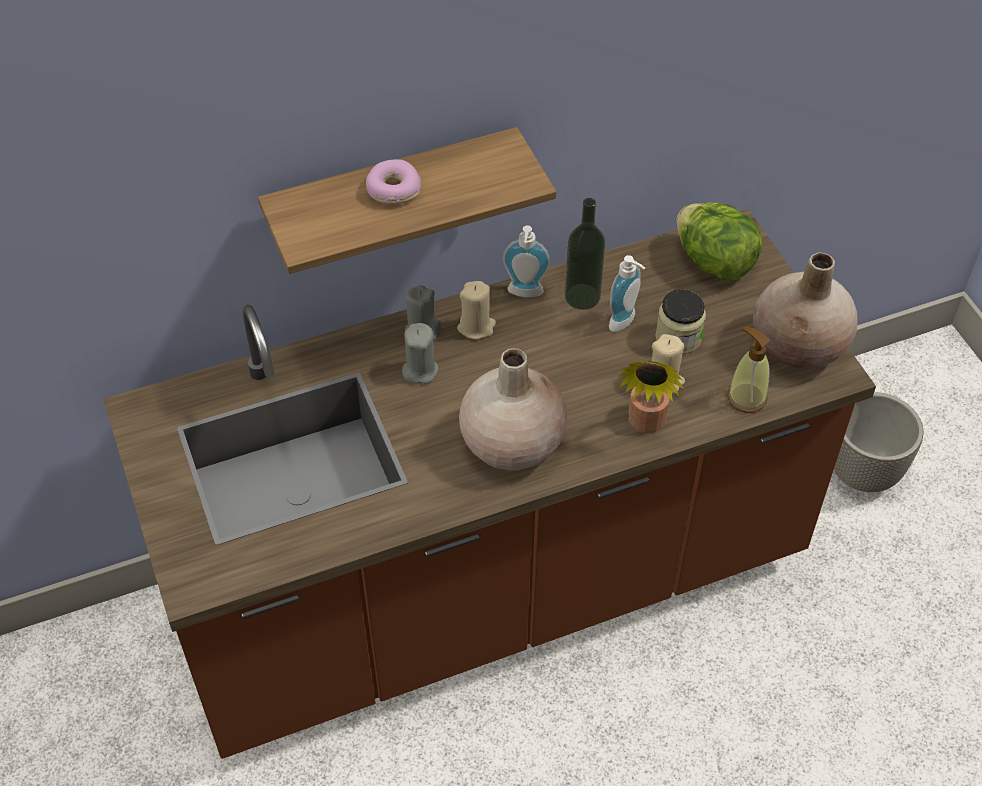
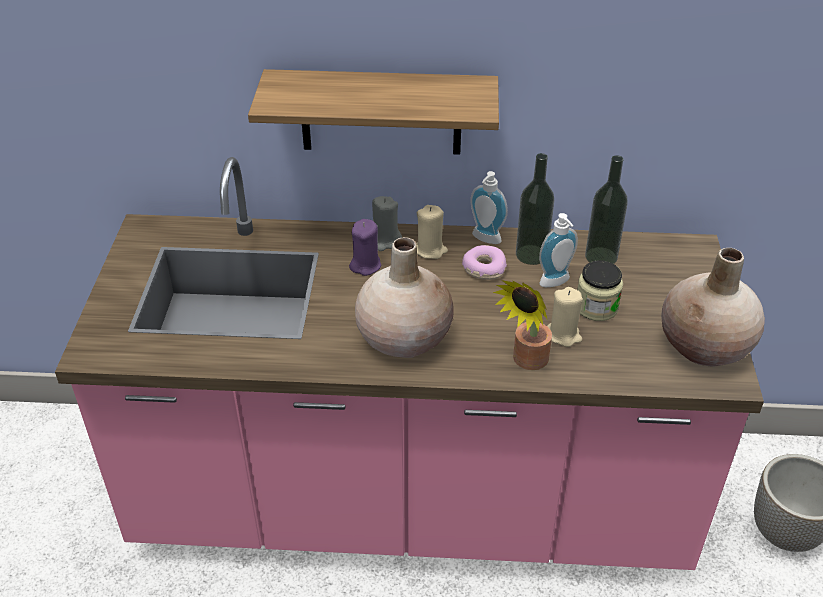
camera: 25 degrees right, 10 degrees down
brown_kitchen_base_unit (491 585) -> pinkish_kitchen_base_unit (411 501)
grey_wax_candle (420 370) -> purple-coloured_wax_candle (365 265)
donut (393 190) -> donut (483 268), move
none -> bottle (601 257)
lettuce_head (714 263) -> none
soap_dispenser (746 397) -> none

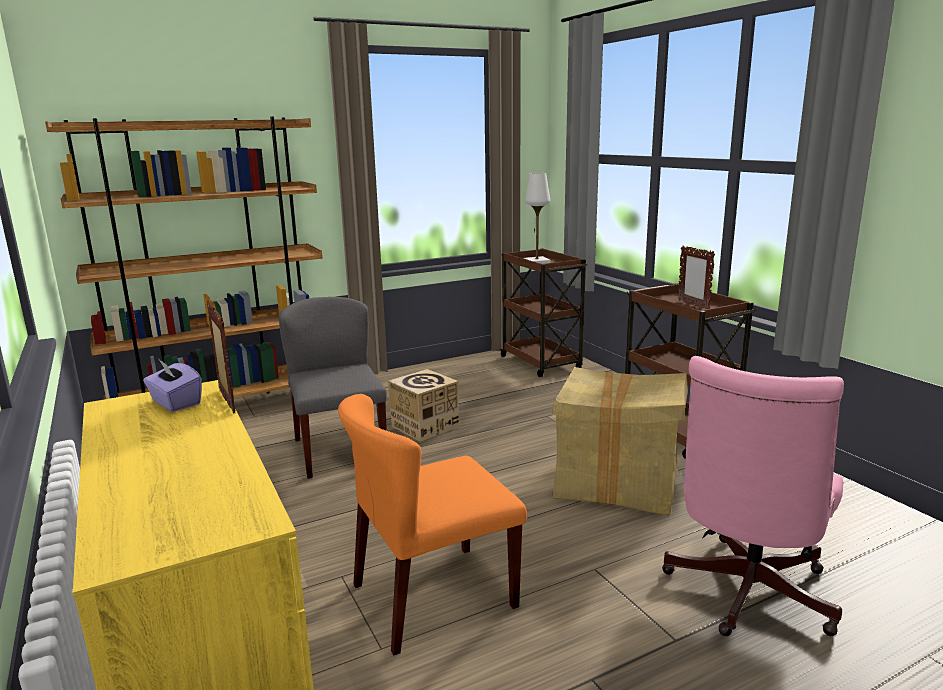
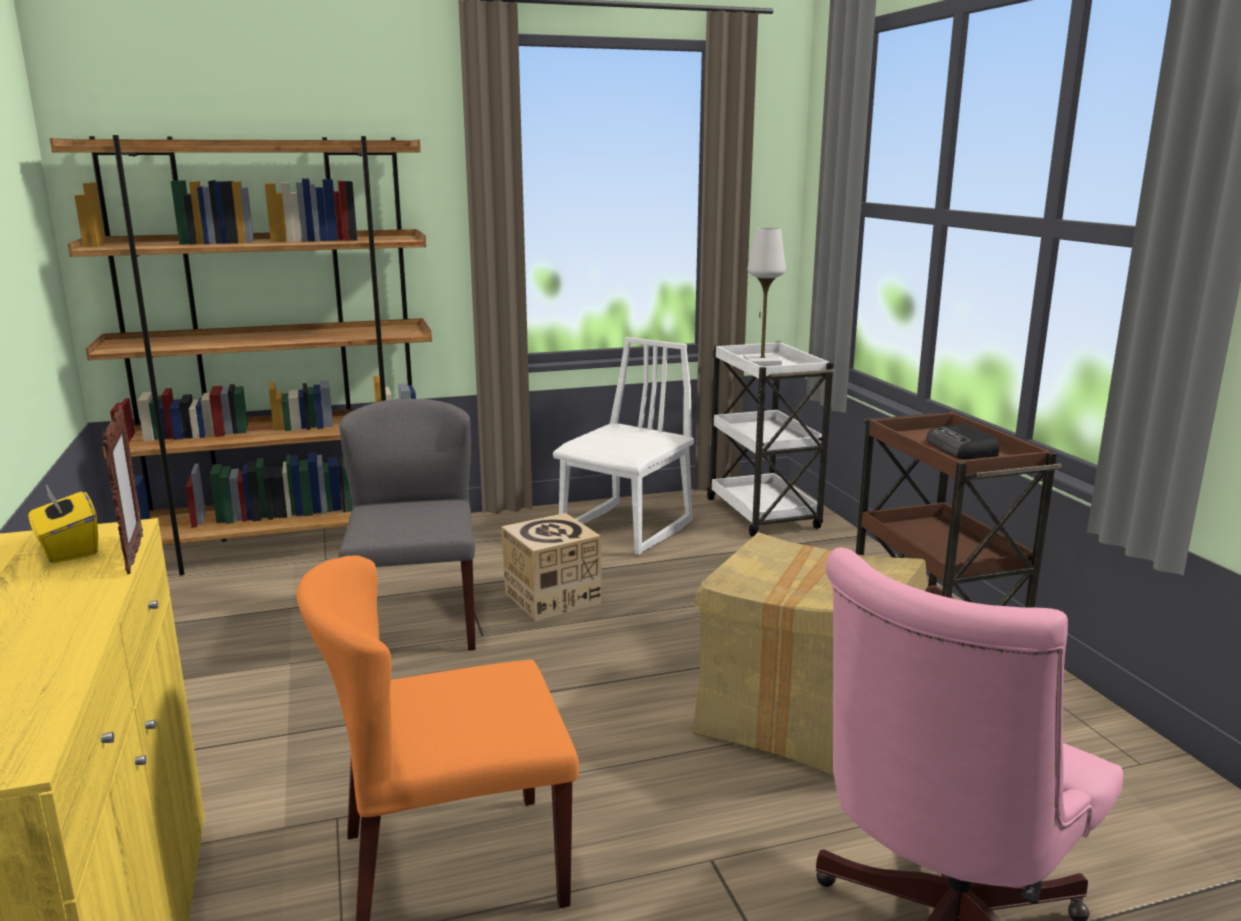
camera: 10 degrees right, 0 degrees up
purple-coloured_box_of_tissues (175 403) -> yellowish_box_of_tissues (68 549)
none -> white-coloured_chair (627 529)
brown_cart (541 363) -> white-coloured_cart (763 515)
standing_frame (693 305) -> radio_set (962 449)

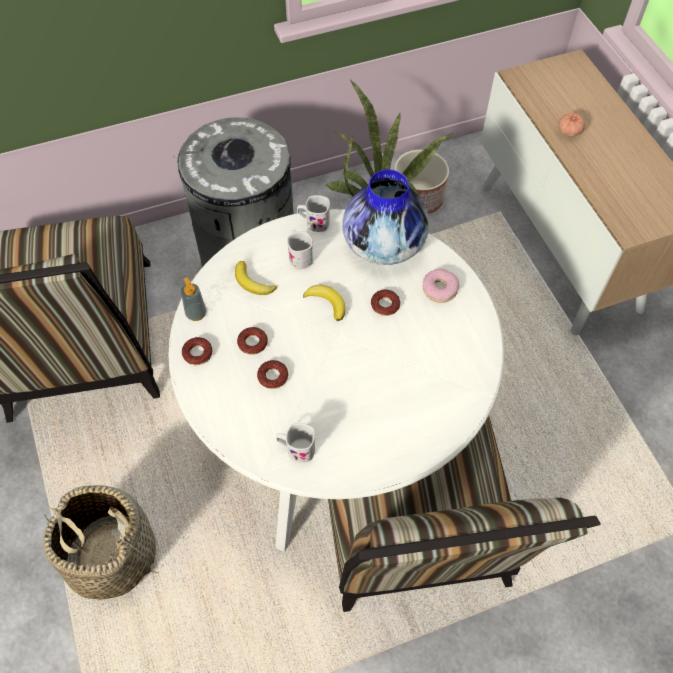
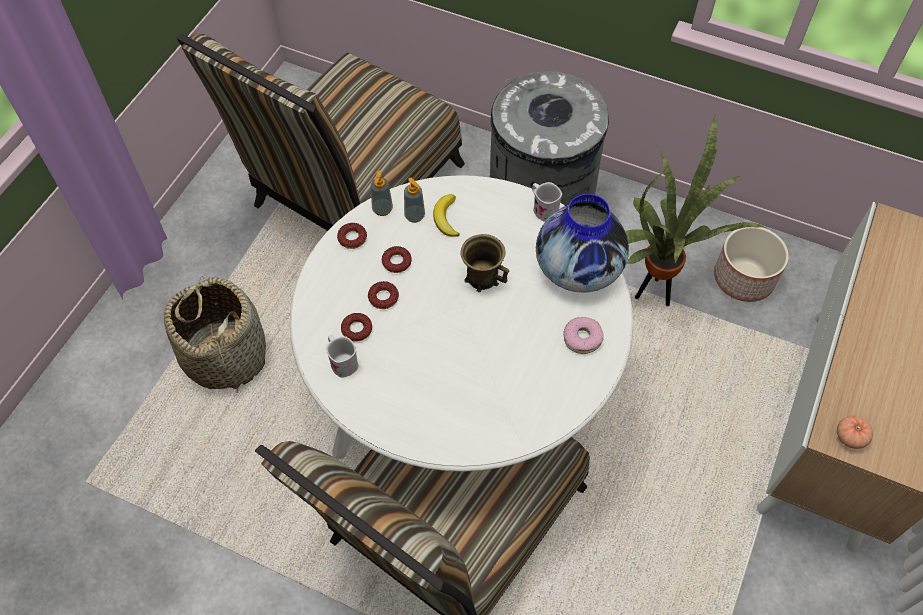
camera: 45 degrees right, 0 degrees up
donut (385 305) -> donut (357 329), move
none -> soap_dispenser (414 216)
banana (327 303) -> brown_mug (482 277)
tomato (569 131) -> tomato (850 437), move
white-coloured_mug (299 256) -> none

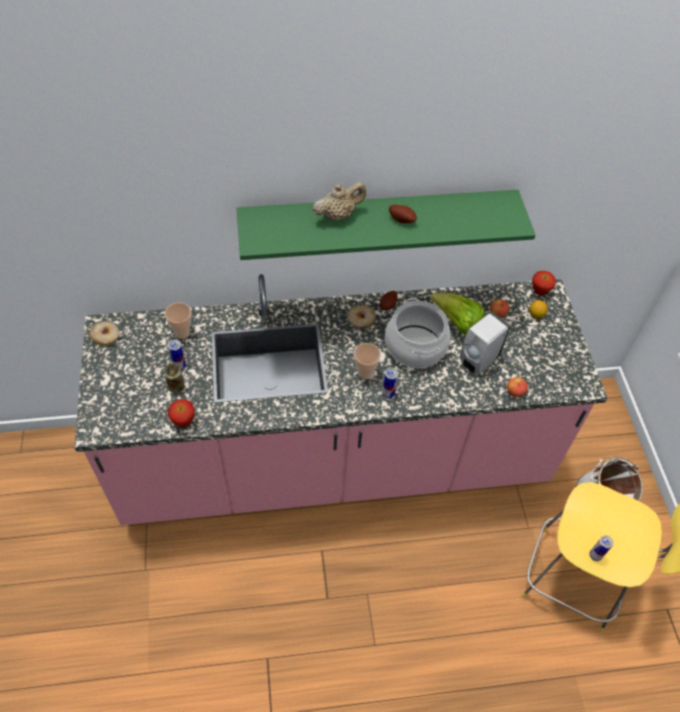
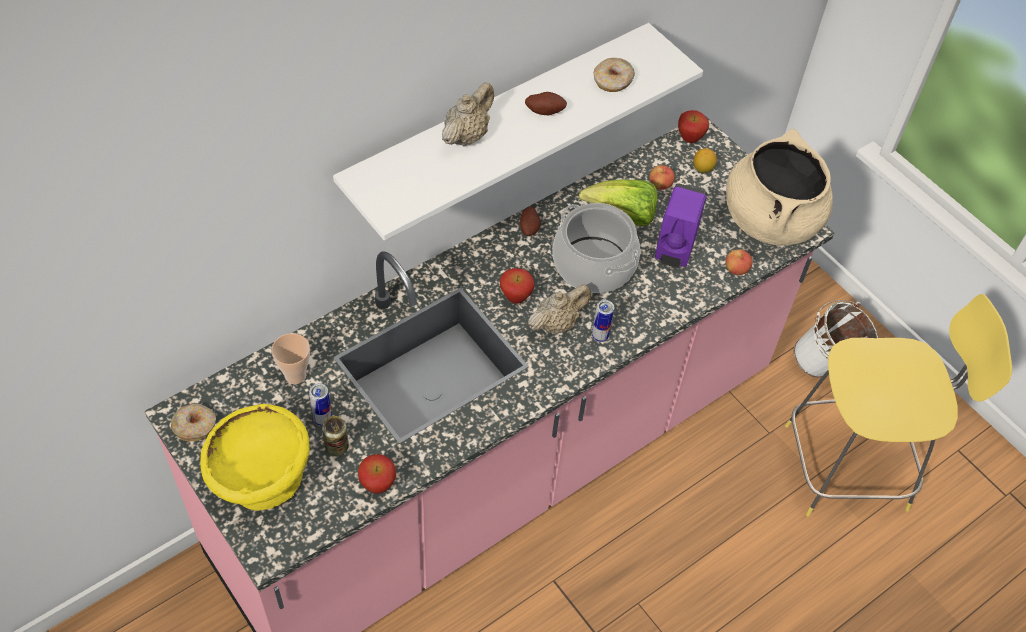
camera: 30 degrees left, 0 degrees up
none -> yellowish_serving_bowl (262 482)
green_shelf (377 220) -> white-coloured_shelf (498 124)
none -> apple_fruit (515 298)
drinking_cup (365 373) -> beige_tea_pot (557 323)
donut (361 320) -> donut (612 81), move
white-coloured_soap_dispenser (477 361) -> purple-coloured_soap_dispenser (674 251)
none -> beige_stockpot (770 219)
can (595 555) -> none

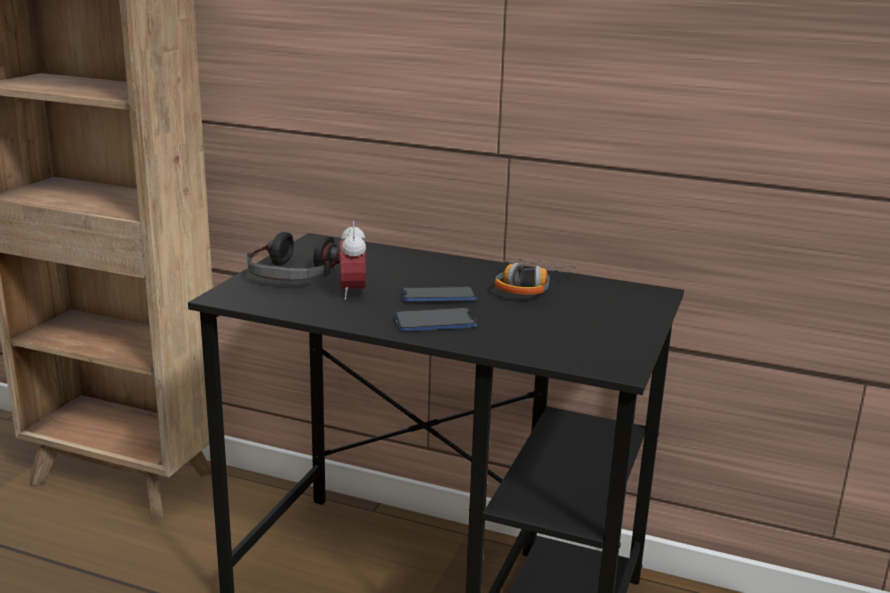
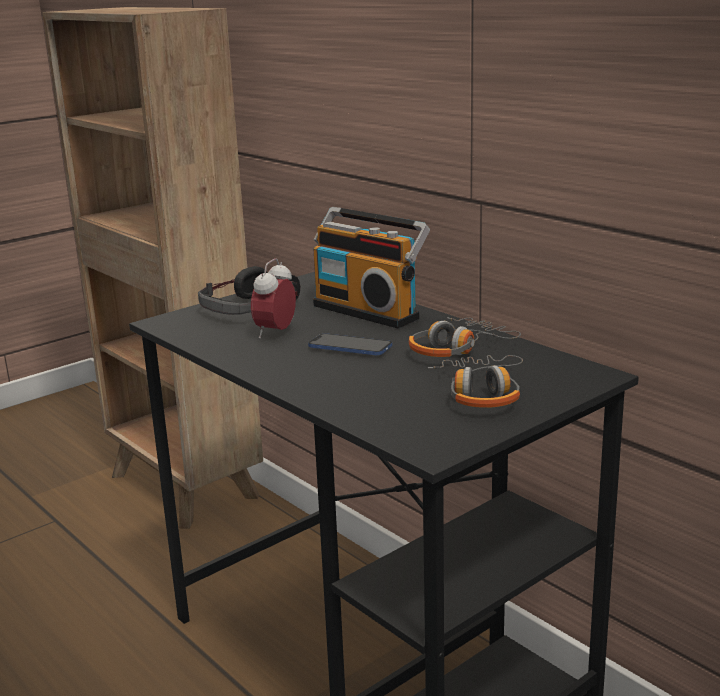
camera: 30 degrees right, 0 degrees up
none -> radio_set (369 311)
none -> headset (482 393)
handset (435 322) -> none

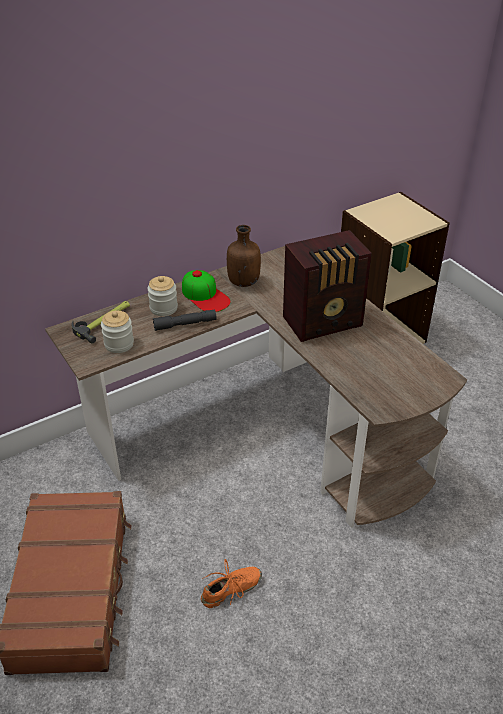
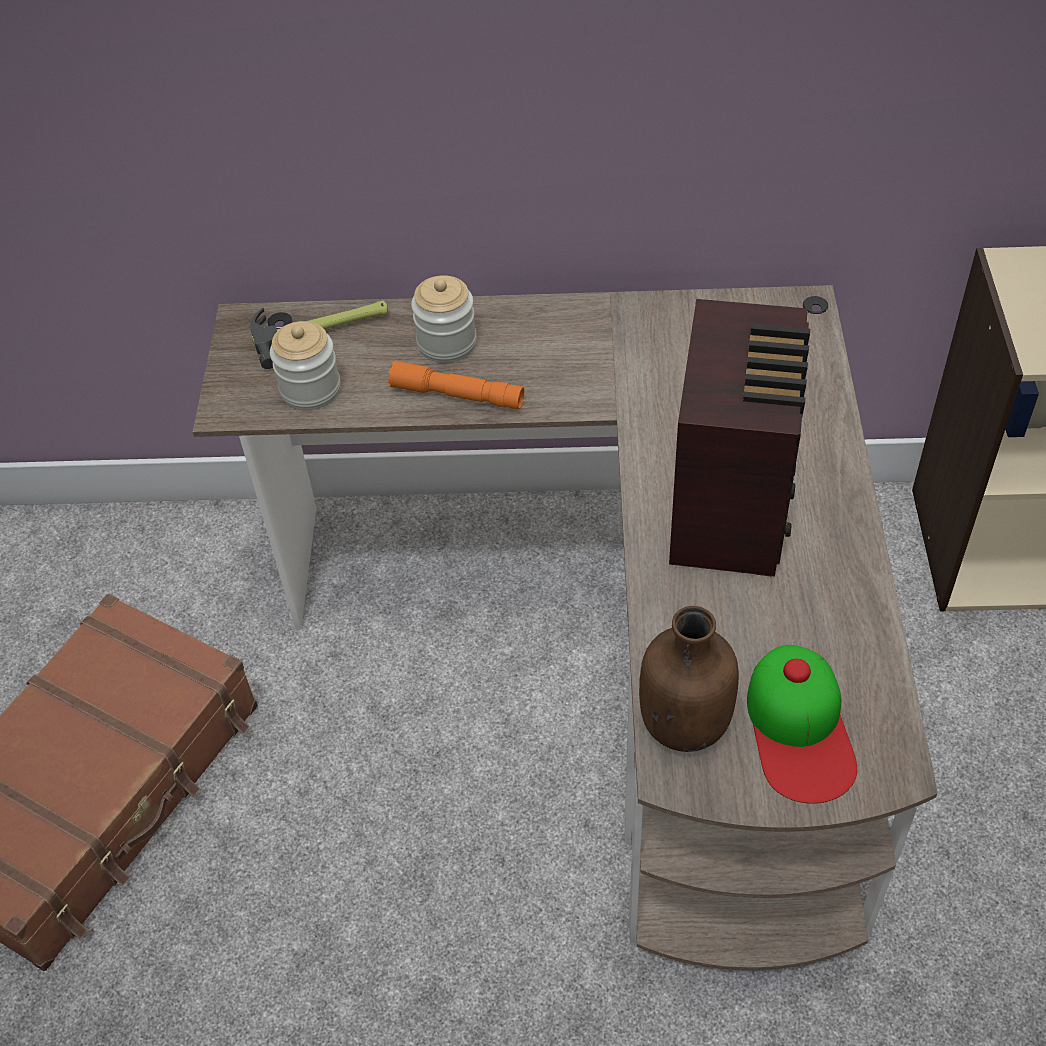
camera: 35 degrees right, 10 degrees up
grey_torch (185 324) -> orangey_torch (457 395)
brown_bottle (243 282) -> brown_bottle (684 722), move
radio_set (324 322) -> radio_set (732 507), 90 degrees counterclockwise
cap (205 295) -> cap (800 729), move
orangey_low_shoe (231 590) -> none

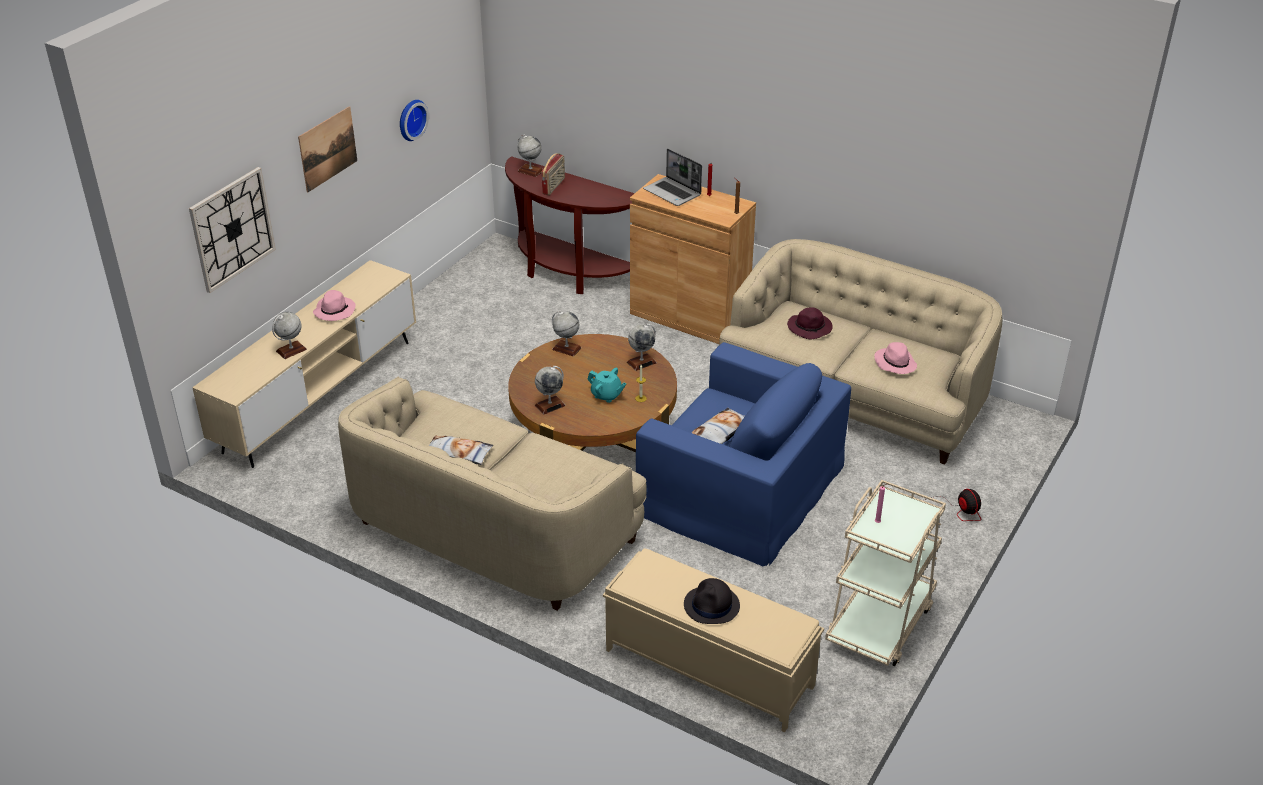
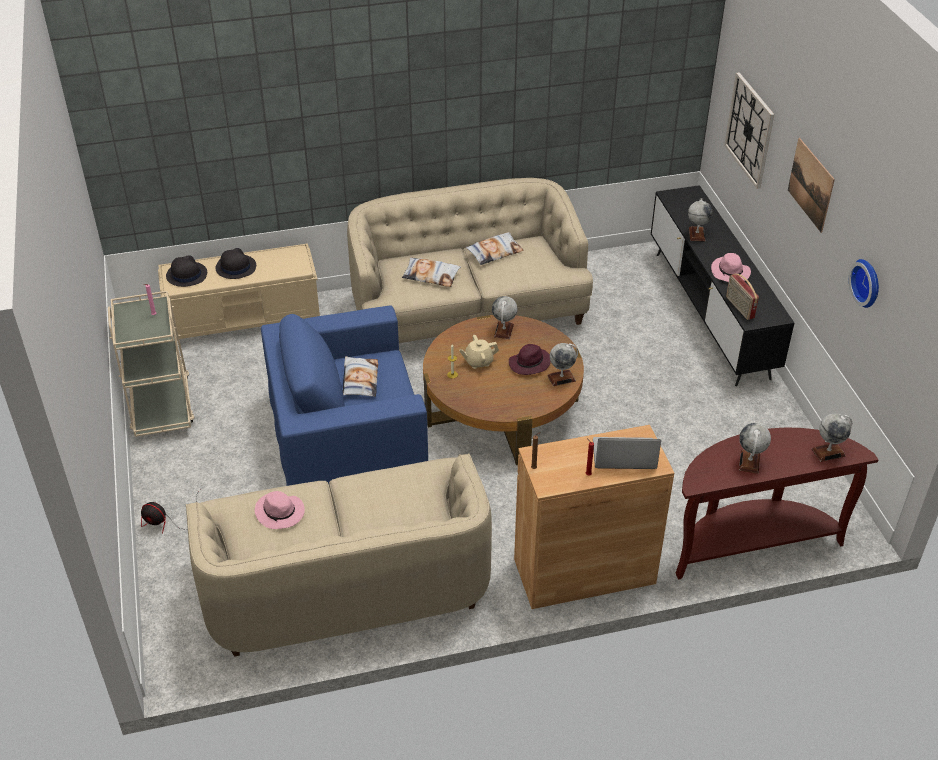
camera: 135 degrees right, 5 degrees up
none -> black-coloured_clothing_hat (186 275)
none -> throw_pillow (431 275)
blue-green_tea_pot (606 395) -> beige_tea_pot (478 361)
purple-coloured_clothing_hat (810 328) -> purple-coloured_clothing_hat (529 364), move
beige_tv_stand (319 396) -> black-coloured_tv_stand (709 313)
radio_set (554 186) -> radio_set (739 308), move
world_globe (641 362) -> world_globe (749 462), move

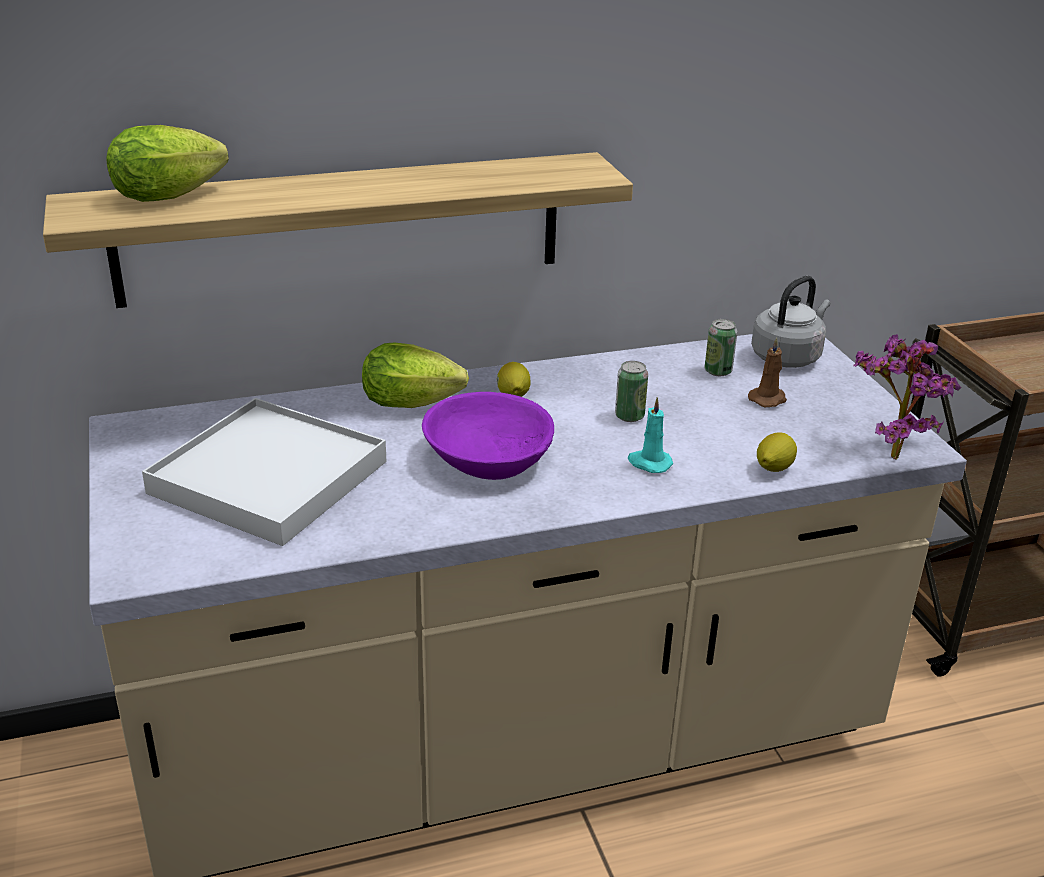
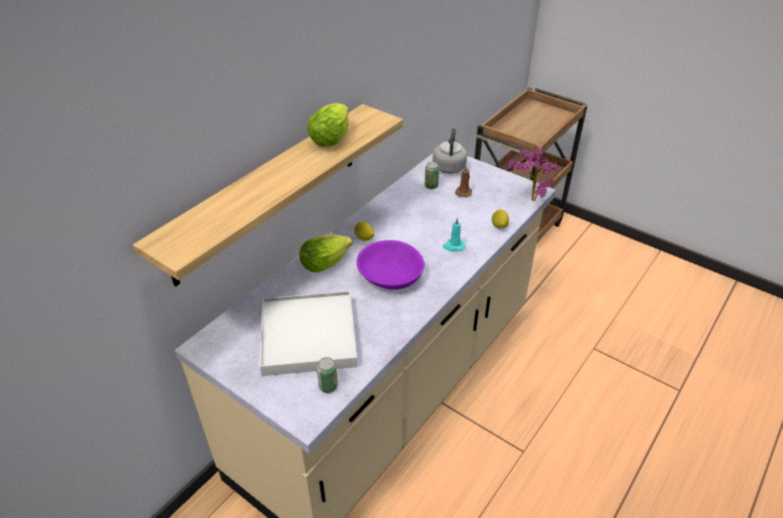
camera: 35 degrees left, 10 degrees up
lettuce_head (174 195) -> lettuce_head (332 137), move
can (629 416) -> can (328 386), move

